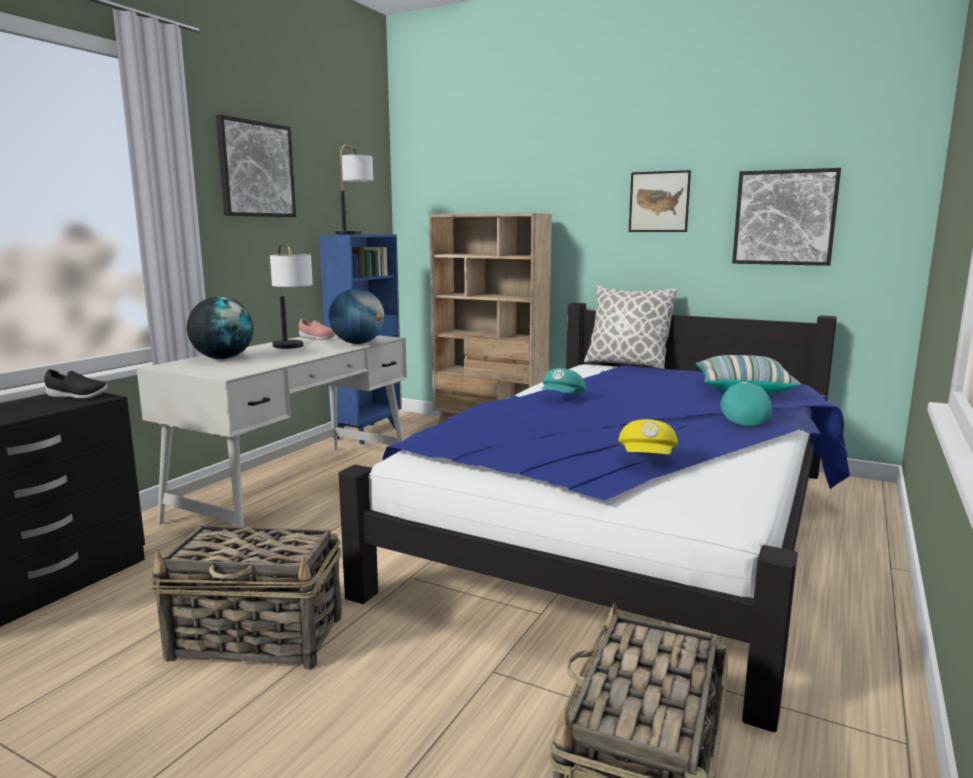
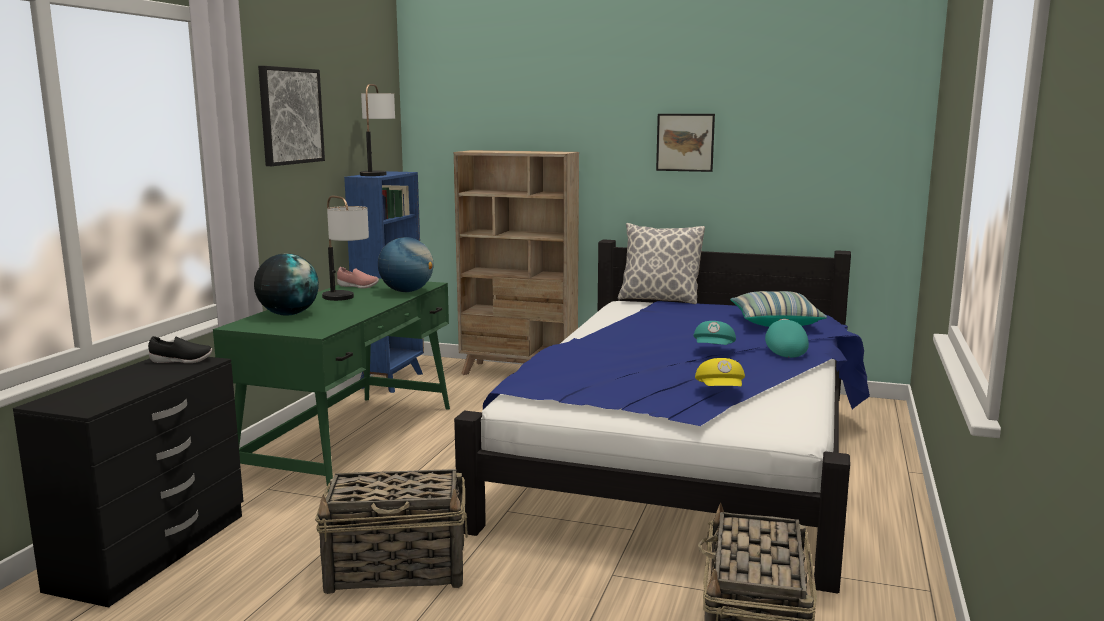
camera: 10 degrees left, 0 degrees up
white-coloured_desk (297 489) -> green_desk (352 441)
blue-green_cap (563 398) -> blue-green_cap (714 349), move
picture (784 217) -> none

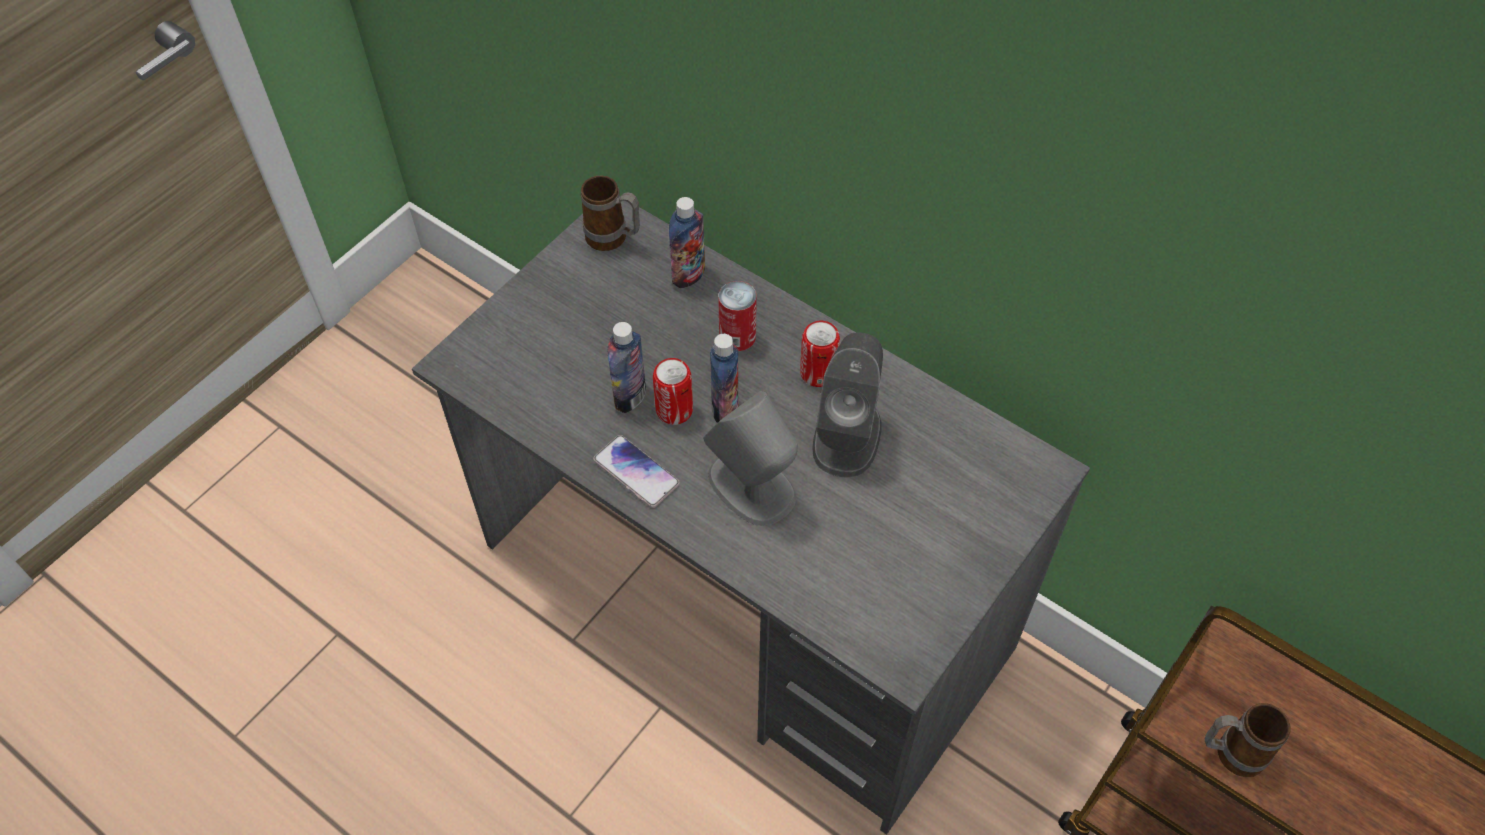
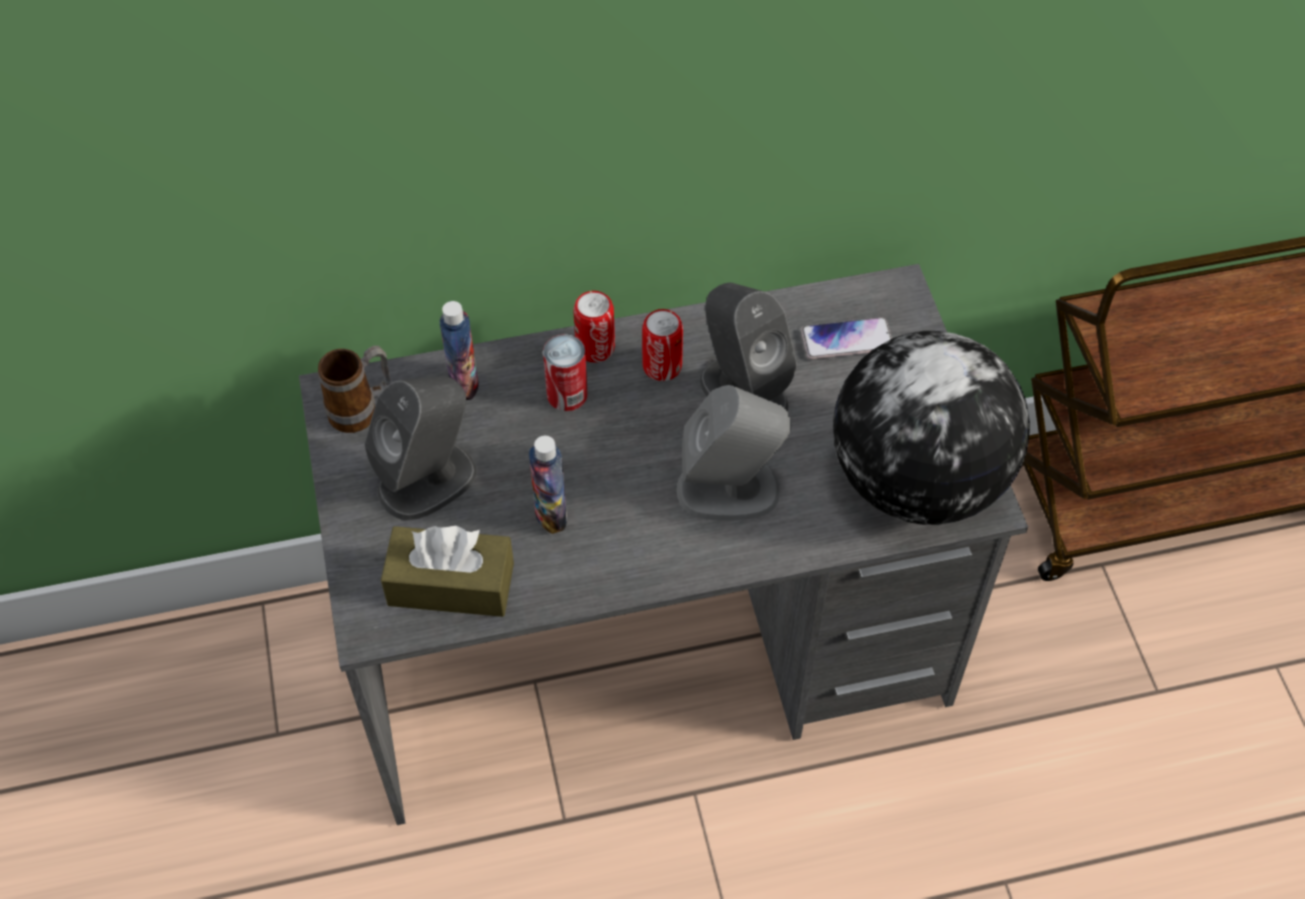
camera: 50 degrees left, 0 degrees up
none -> grey_speaker (428 480)
none -> brown_box_of_tissues (451 584)
can (674 410) -> can (595 348), move
handset (636 472) -> handset (847 340), move
none -> world_globe (916 481)
bottle (725 408) -> none
mug (1230 752) -> none

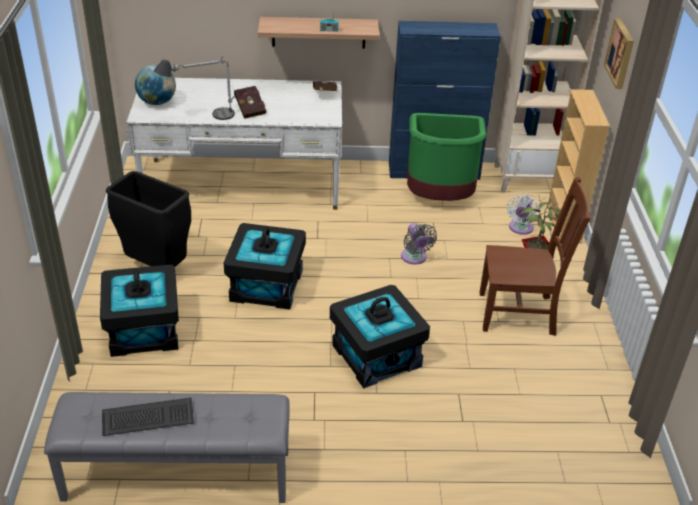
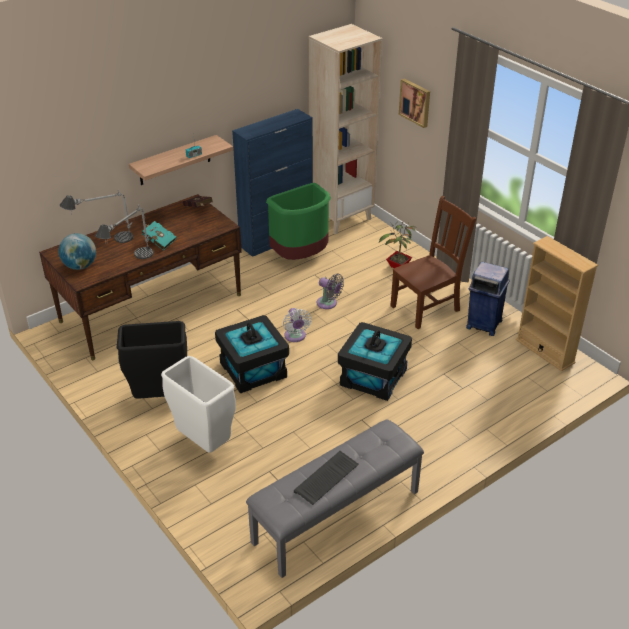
camera: 35 degrees left, 0 degrees up
white-coloured_desk (242 184) -> brown_desk (151 308)
none -> table_lamp (103 241)
red_book (250 109) -> blue-green_book (159 241)
black-coloured_storage_bin (143 330) -> white-coloured_trash_can (203 444)
white-coloured_cooling_fan (520 228) -> white-coloured_cooling_fan (295 337), move
none -> blue_trash_can (483 324)
beige_bookshelf (564 222) -> beige_bookshelf (545 351), move

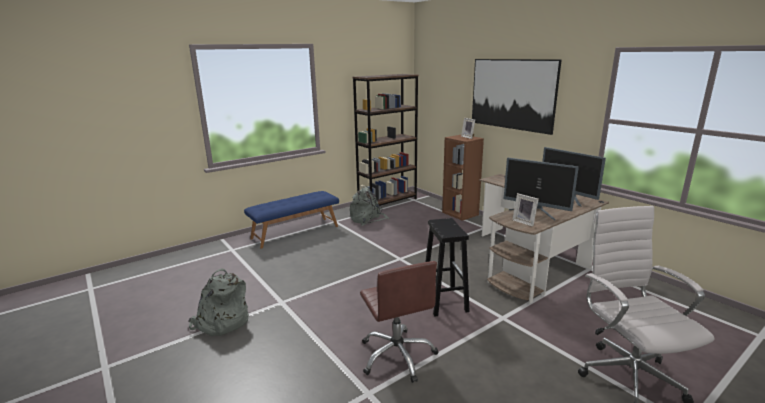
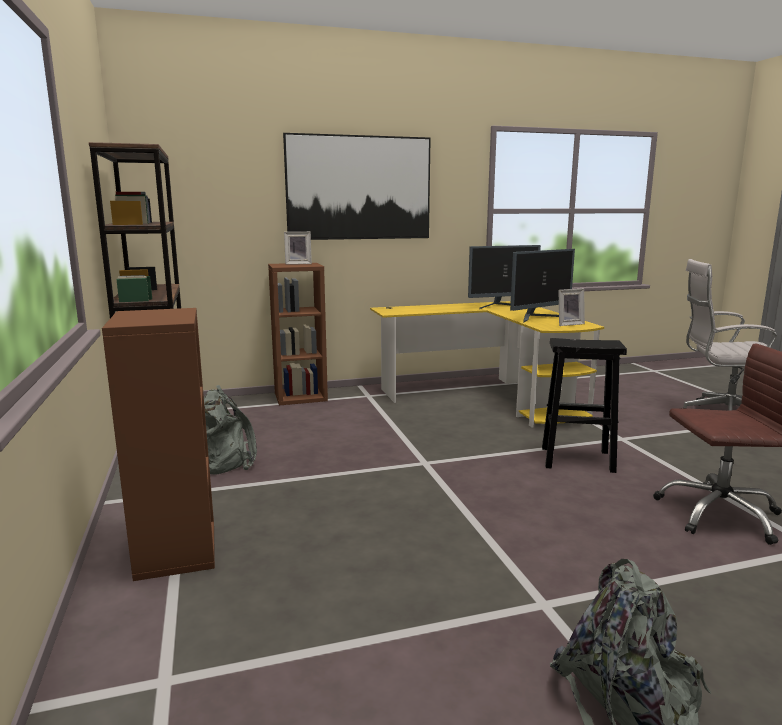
camera: 70 degrees left, 5 degrees down
blue_bench (295 232) -> brown_bookshelf (175 550)
brown_desk (531 261) -> yellowish_desk (489 397)

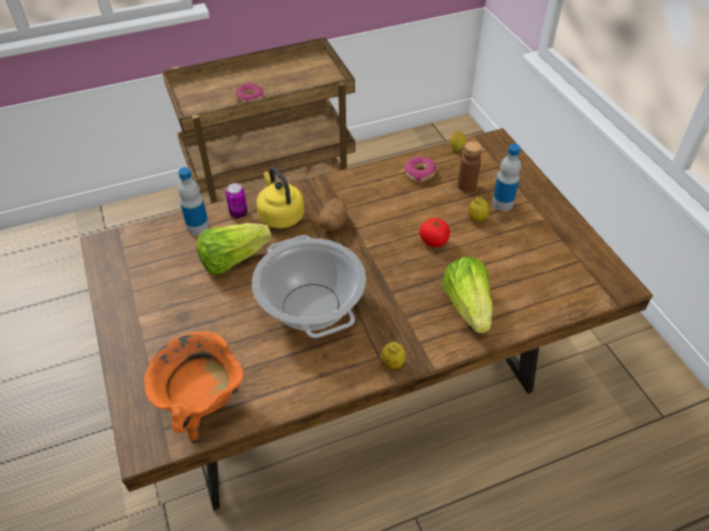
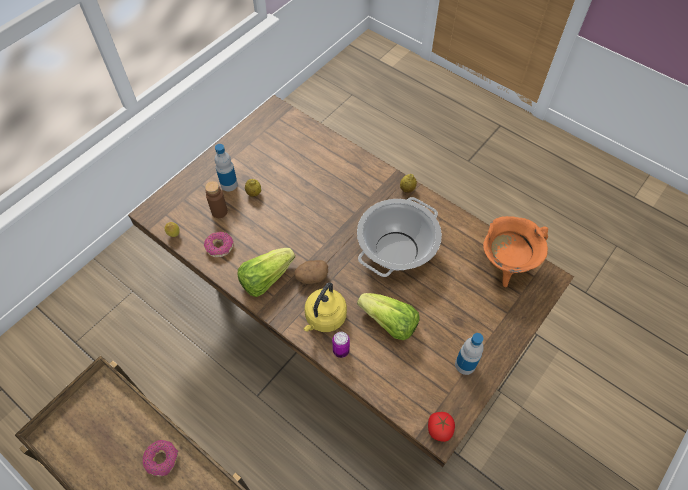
camera: 120 degrees left, 10 degrees up
lettuce_head (468 306) -> lettuce_head (266 278), move
tomato (433 241) -> tomato (439 429), move
bottle (198 227) -> bottle (465 364), move

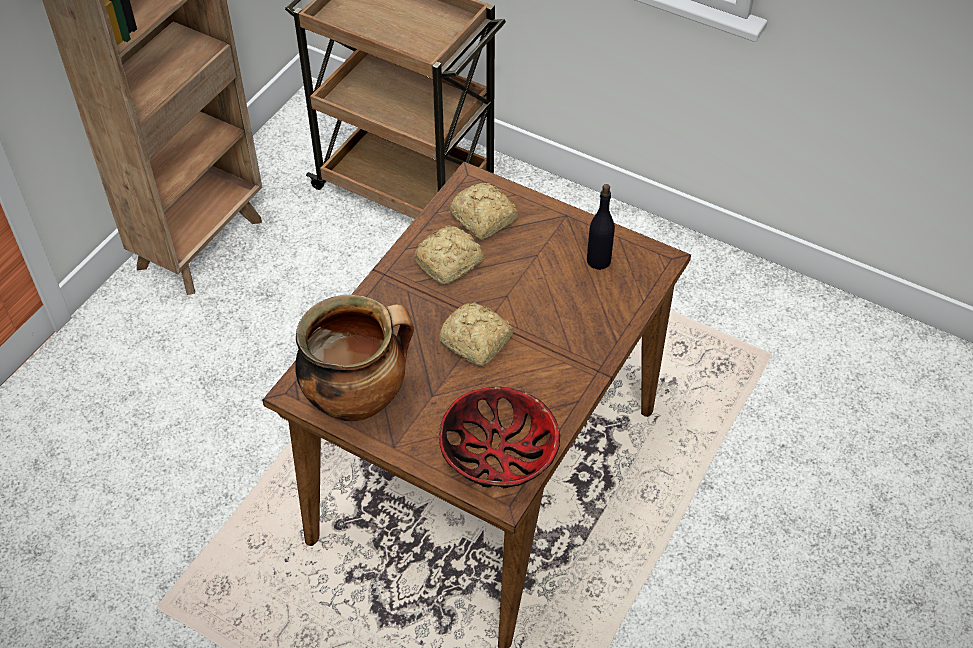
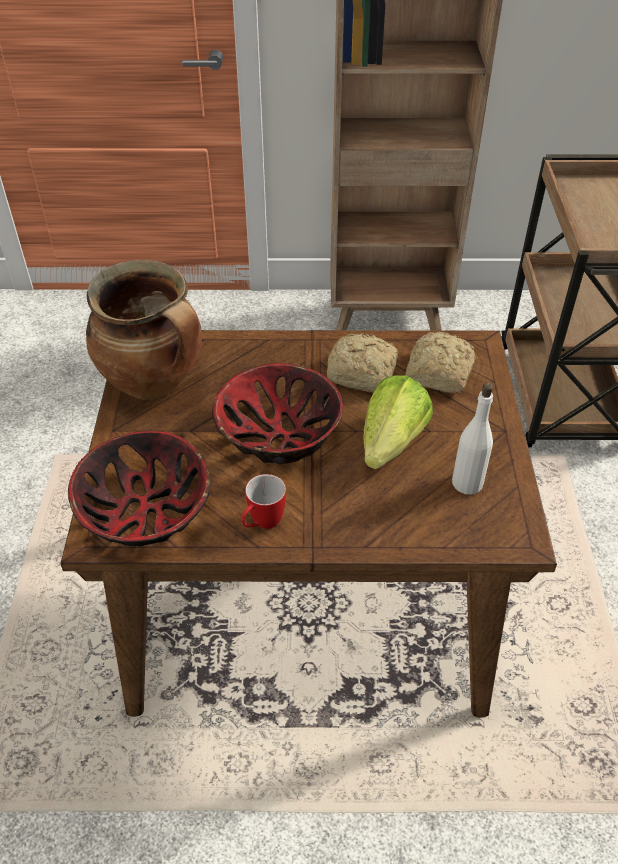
camera: 60 degrees right, 5 degrees down
baked_bread (476 343) -> serving_bowl (277 434)
none -> mug (262 524)
none -> lettuce_head (391 442)
black-coloured_bottle (598 260) -> white-coloured_bottle (467 482)

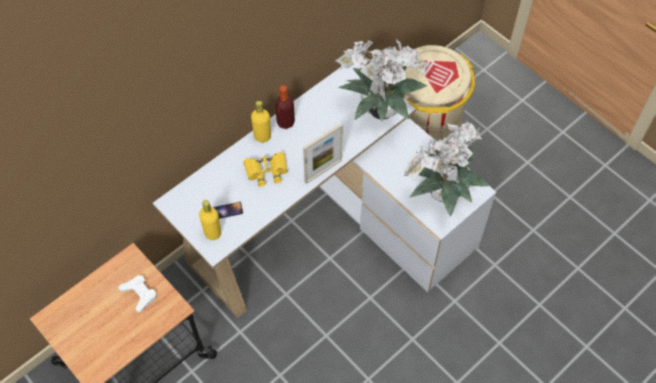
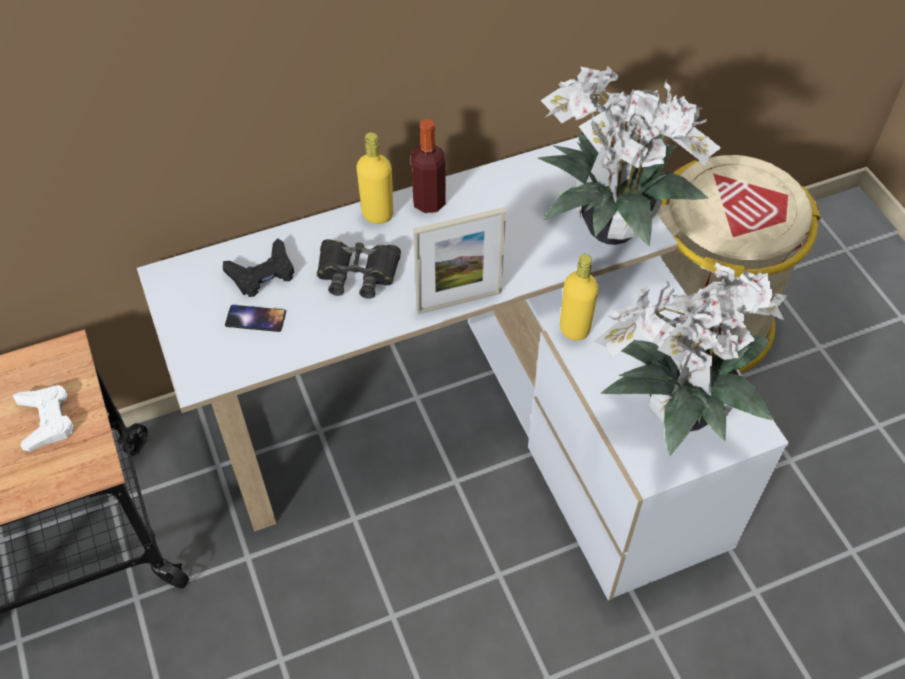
camera: 20 degrees right, 5 degrees down
none -> black-coloured_game_controller (262 273)
yellowish_pair_of_binoculars (266 171) -> black-coloured_pair_of_binoculars (357 272)
yellowish_bottle (212 233) -> yellowish_bottle (574 329), move

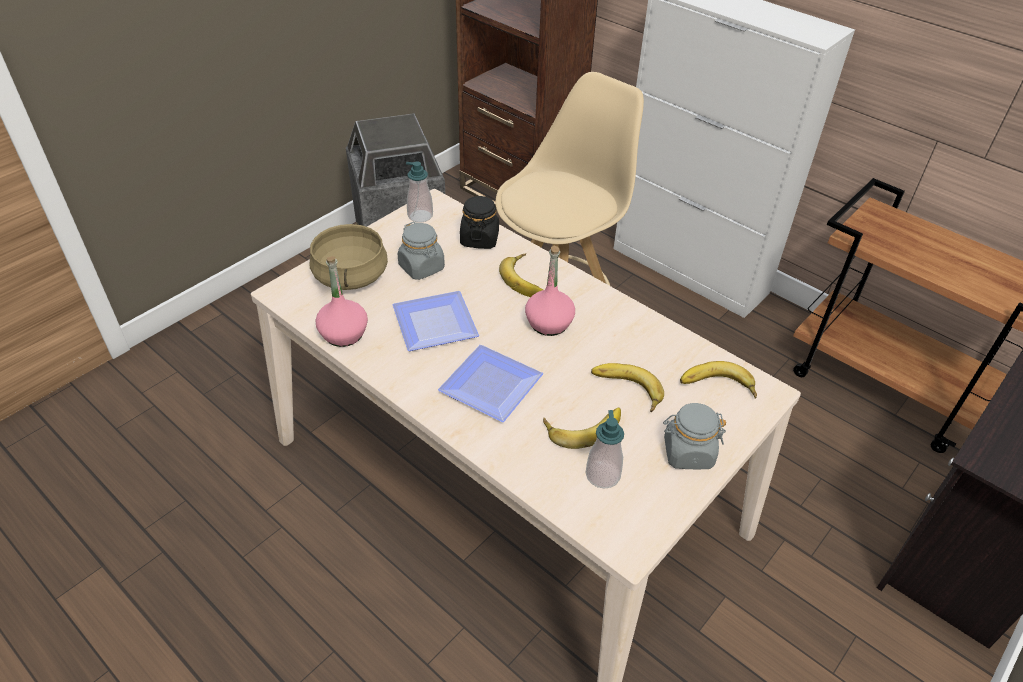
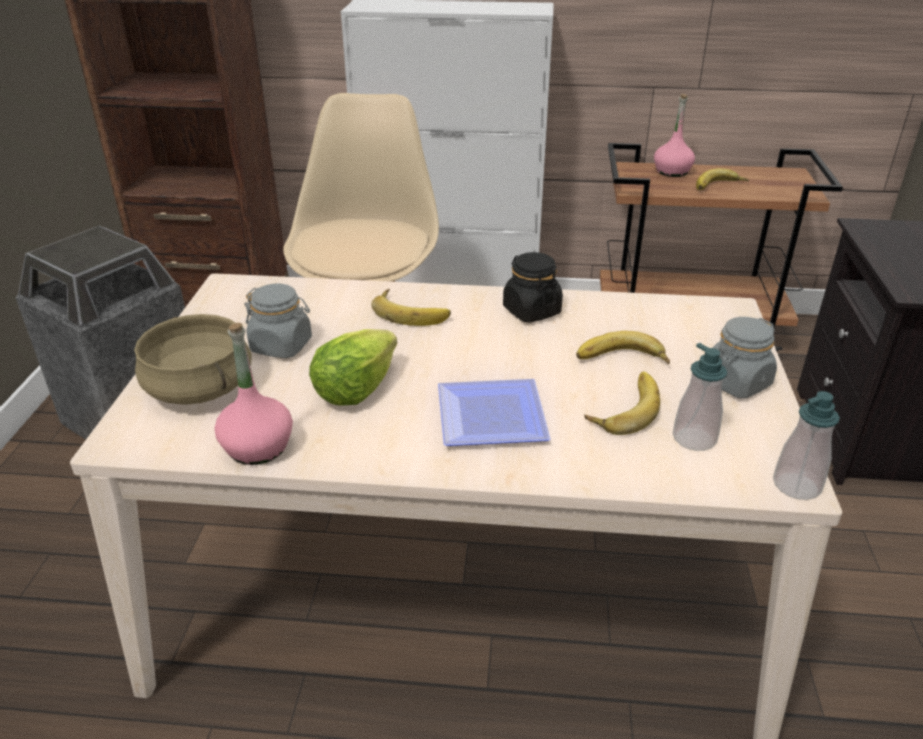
camera: 35 degrees left, 10 degrees down
plate (432 322) -> lettuce_head (355 390)
black-coloured_jar (479 239) -> black-coloured_jar (531 311), move
pinkish_bottle (549 323) -> pinkish_bottle (672 171), move
banana (717 387) -> banana (719 186), move
soap_dispenser (420 215) -> soap_dispenser (796 485), move

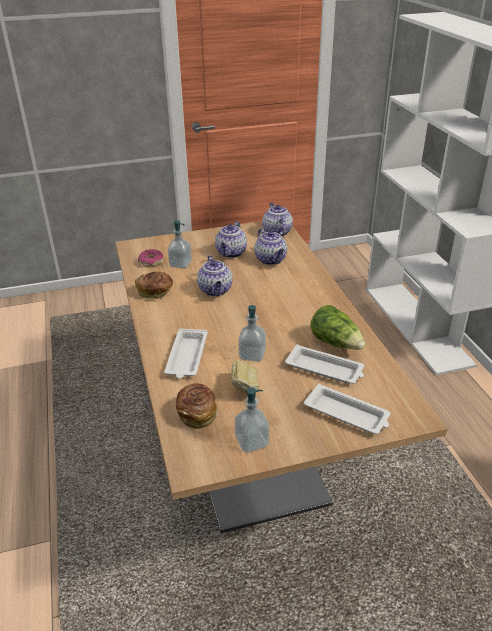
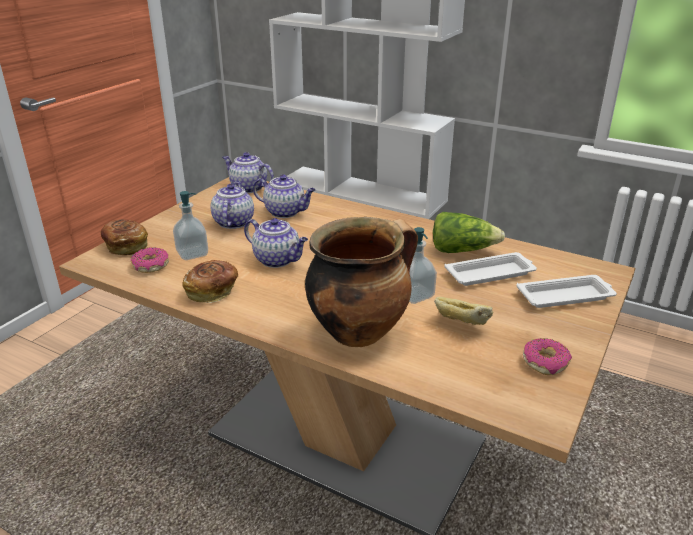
camera: 45 degrees left, 5 degrees down
baked_bread (197 413) -> baked_bread (126 246), move
tea_pot (231 253) -> tea_pot (233 222), 150 degrees counterclockwise
white-coloured_carrying_tray (187 357) -> stockpot (359 331)
soap_dispenser (252 442) -> donut (545 362)

